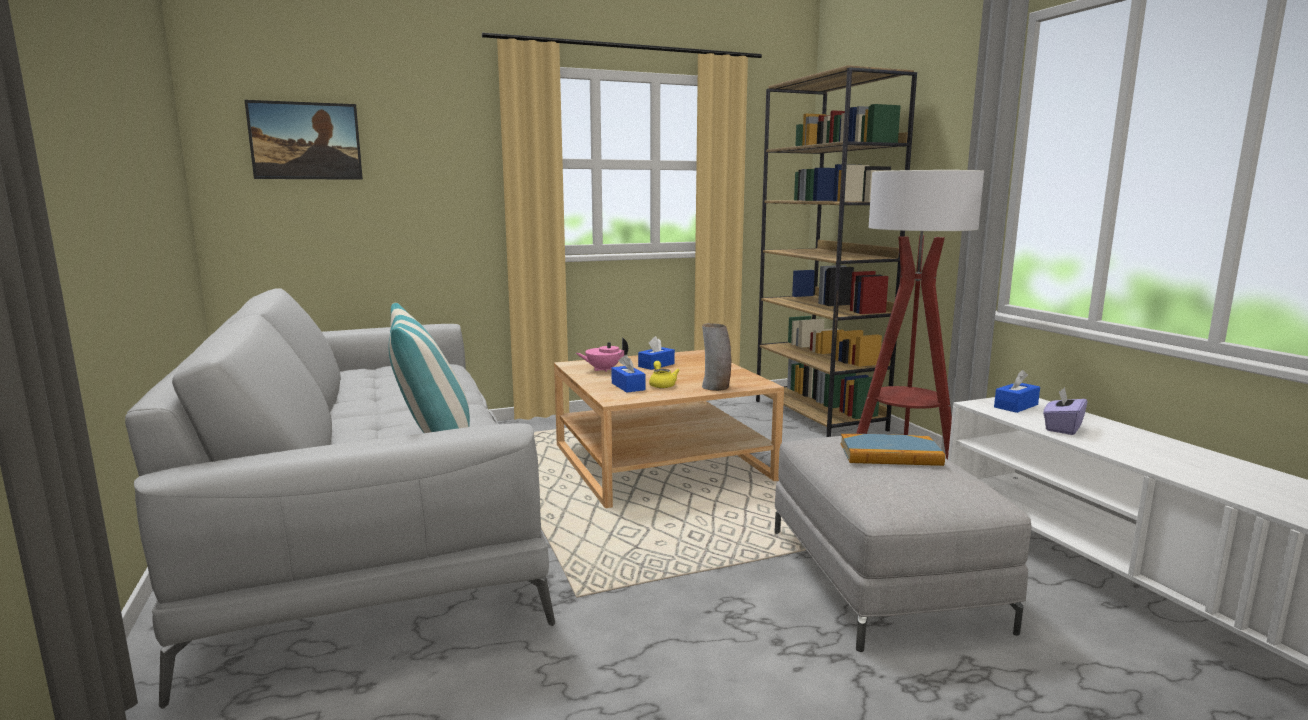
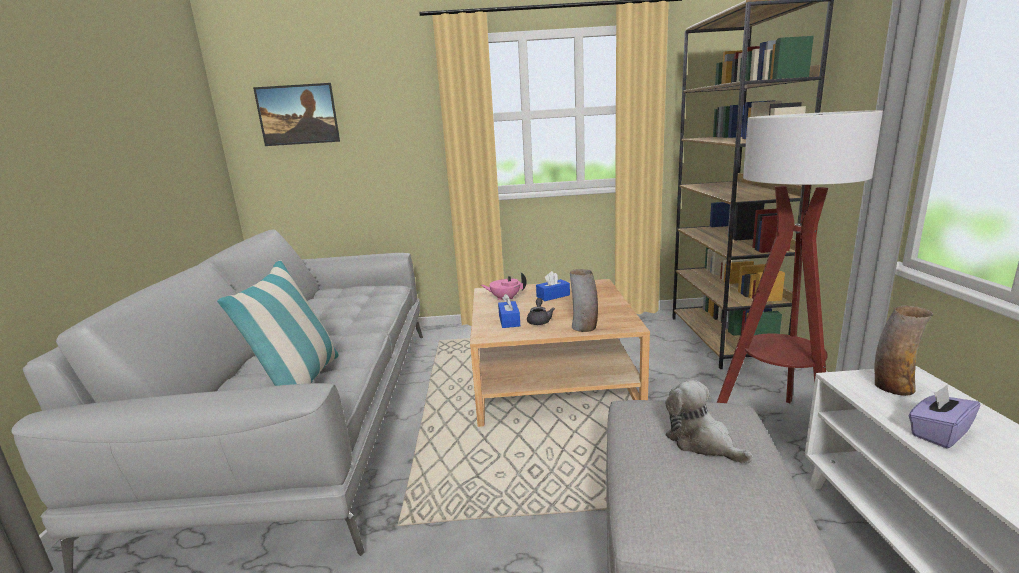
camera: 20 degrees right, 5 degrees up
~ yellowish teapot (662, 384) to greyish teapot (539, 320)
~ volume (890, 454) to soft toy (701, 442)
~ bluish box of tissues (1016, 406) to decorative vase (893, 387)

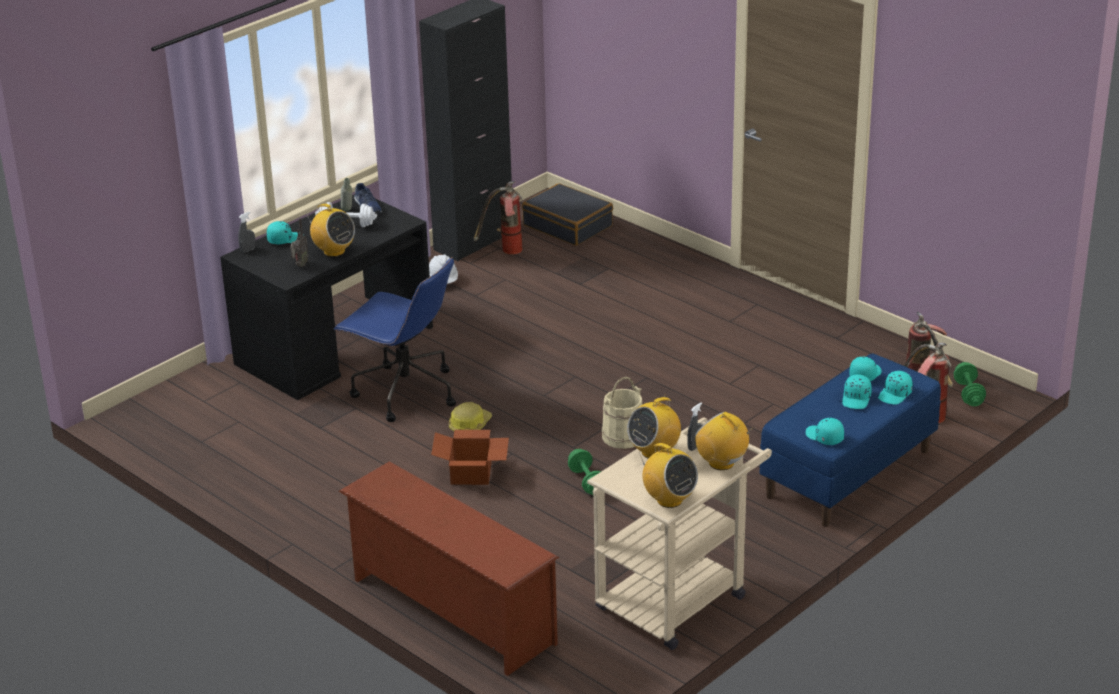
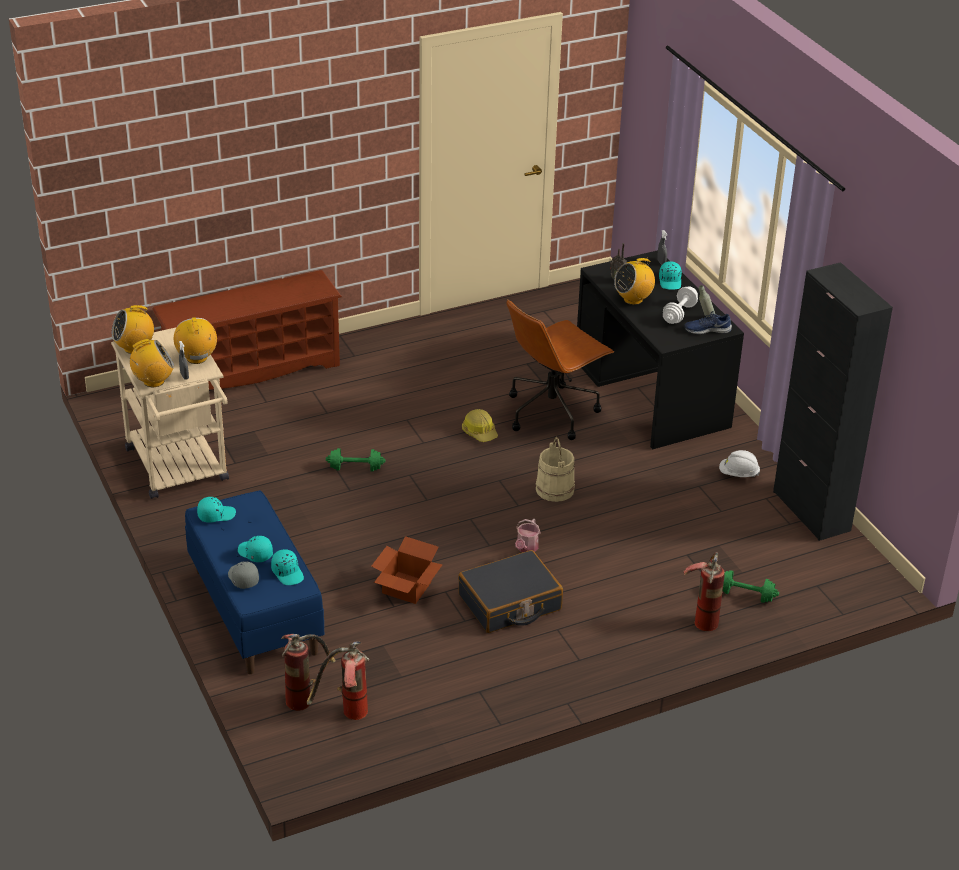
camera: 110 degrees right, 5 degrees up
~ turquoise cap (895, 394) to greyish cap (242, 578)
~ cardboard box (472, 473) to (405, 588)
~ blackish suitcase (568, 225) to (510, 603)
~ bluish computer chair (404, 392) to brown-coloured computer chair (552, 411)
+ watering pot (526, 548)
~ beige bucket (623, 436) to (555, 489)
~ fire-fighting cylinder (505, 252) to (702, 616)
~ greenish hand weight (968, 394) to (745, 595)

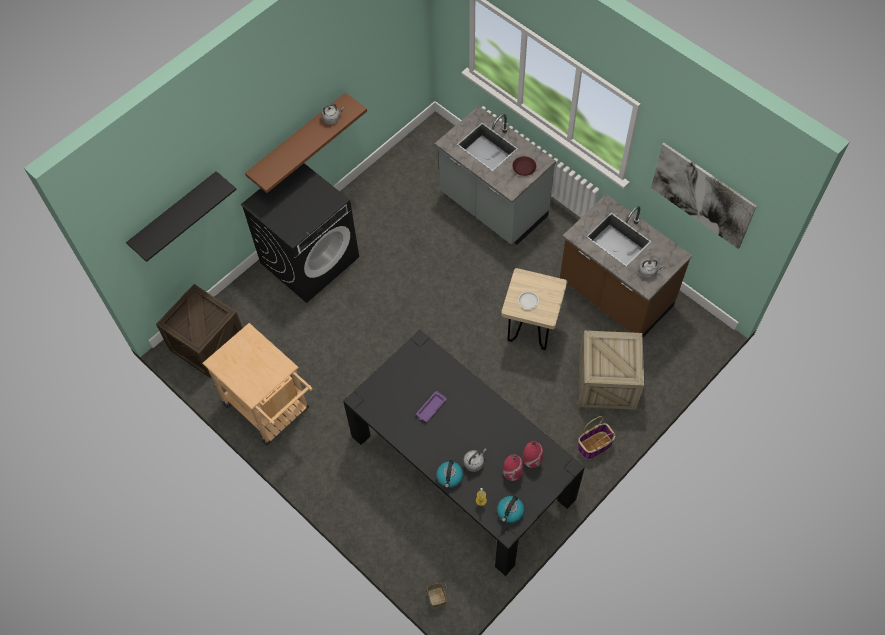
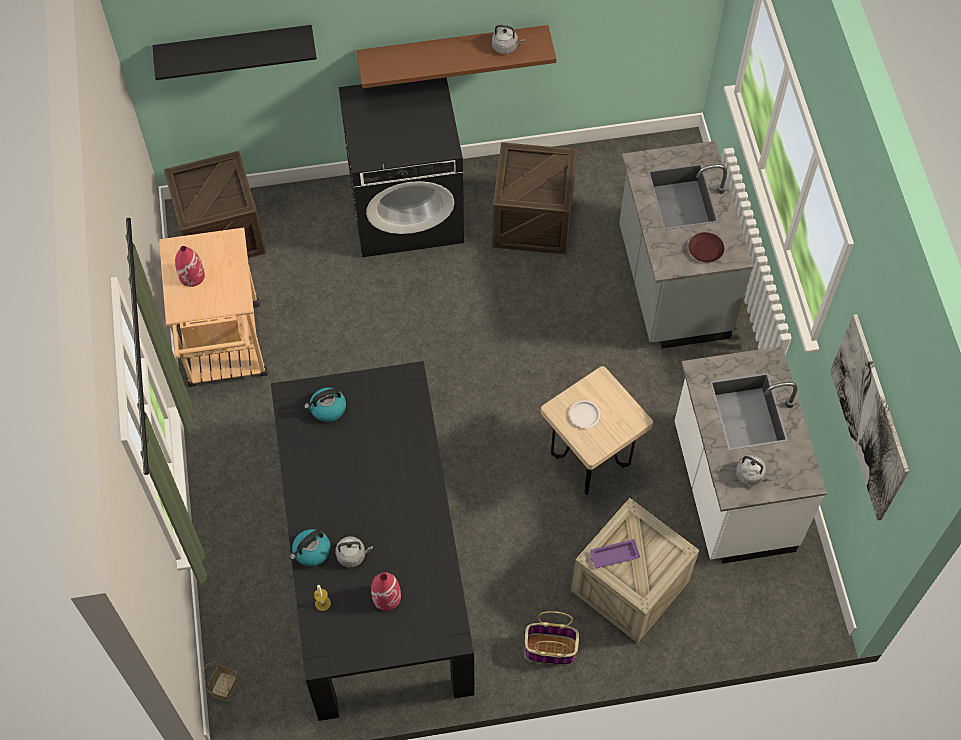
camera: 35 degrees right, 0 degrees up
~ reddish decorative vase (532, 458) to (191, 275)
~ tea kettle (510, 512) to (327, 409)
+ crate (533, 220)
~ purple-coloured carrying tray (431, 408) to (613, 555)
~ brown-coloured counter (615, 296) to whitish counter (730, 489)

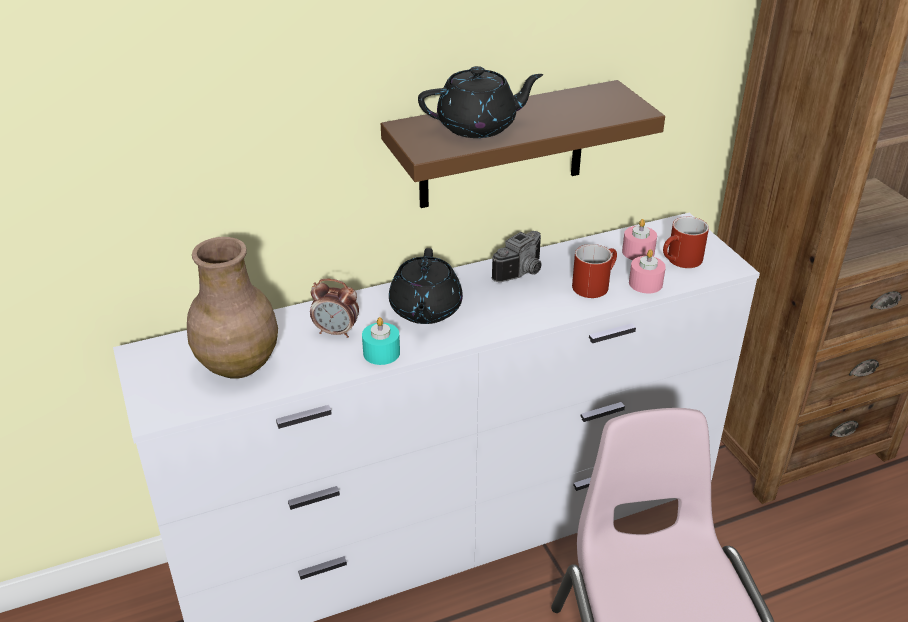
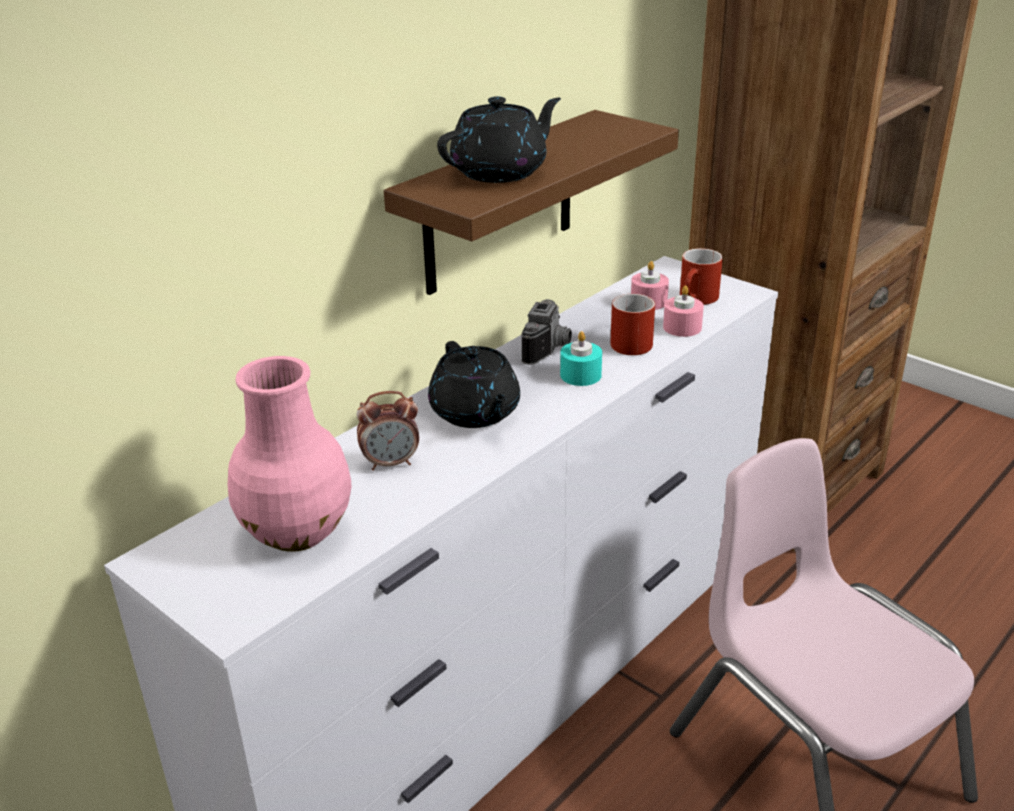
camera: 25 degrees left, 5 degrees down
~ brown-coloured decorative vase (238, 363) to pink decorative vase (295, 532)
~ turquoise wax candle (381, 353) to (580, 375)

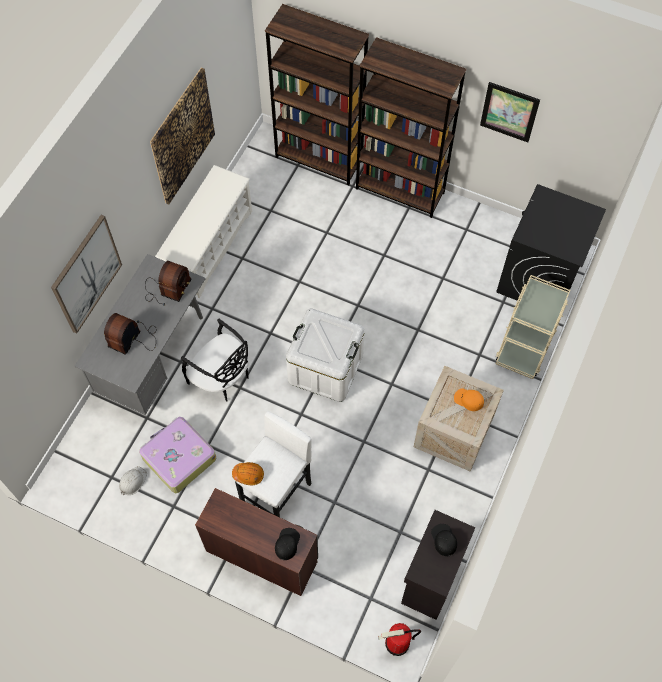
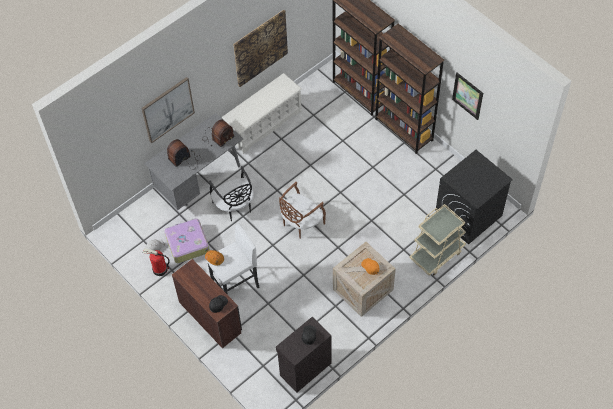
camera: 25 degrees right, 5 degrees down
~ fire-fighting cylinder (397, 643) to (159, 269)
~ whitish storage container (325, 368) to brown-coloured plain chair (301, 223)

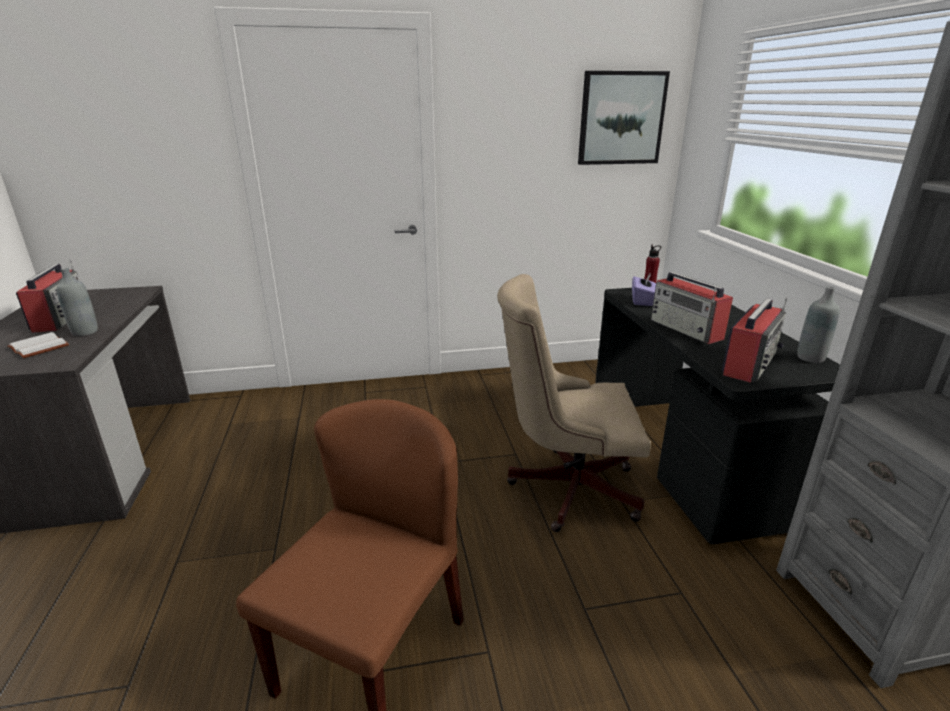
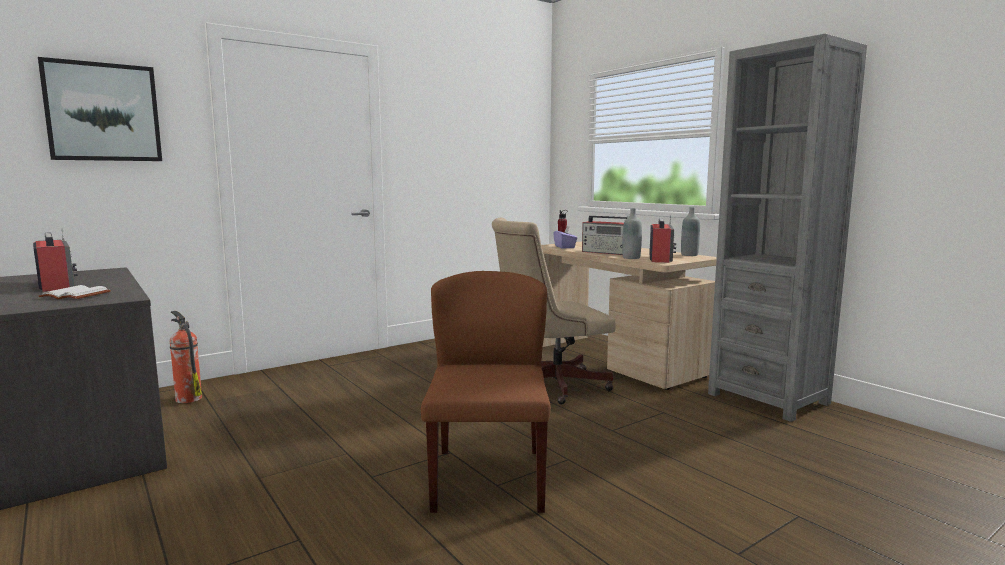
camera: 25 degrees left, 15 degrees down
~ wall picture (621, 118) to (103, 112)
+ fire-fighting cylinder (188, 398)
~ blackish desk unit (684, 460) to beige desk unit (616, 361)
~ greyish beverage bottle (85, 332) to (631, 258)

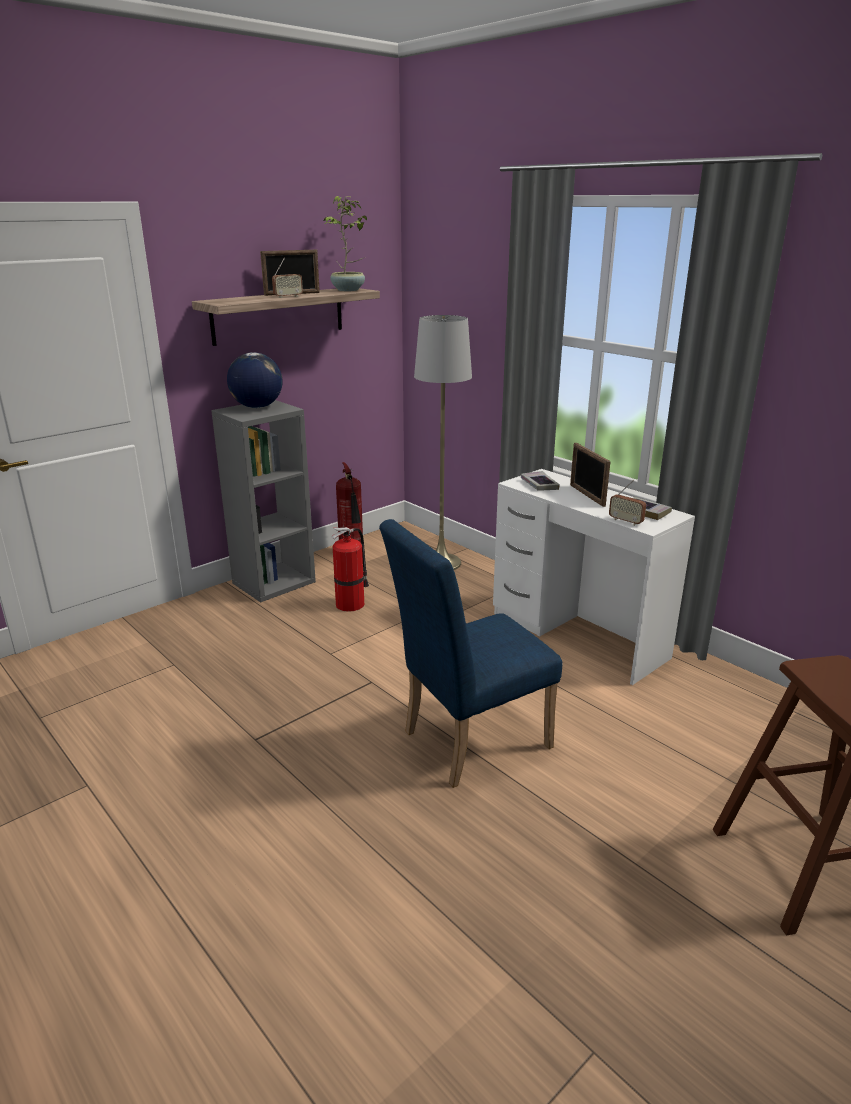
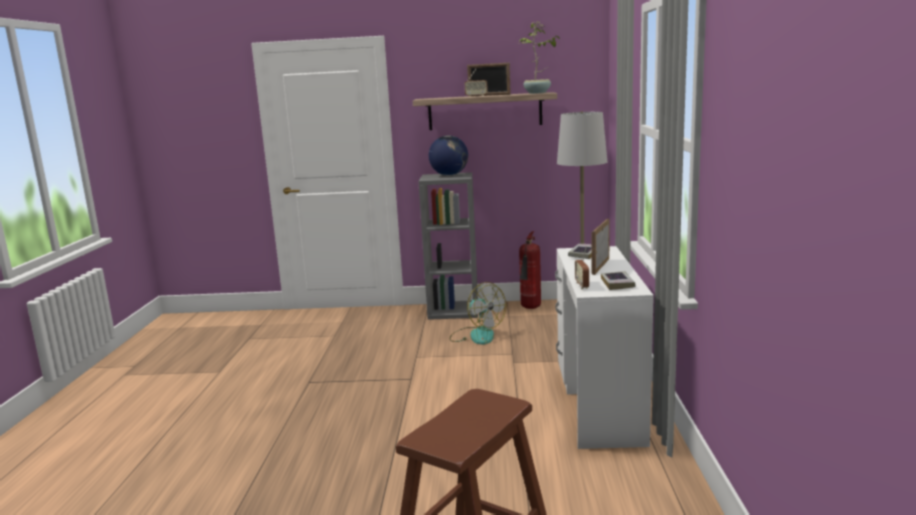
camera: 45 degrees right, 10 degrees down
~ fire-fighting cylinder (351, 603) to fan (476, 335)
- bluish plain chair (467, 742)

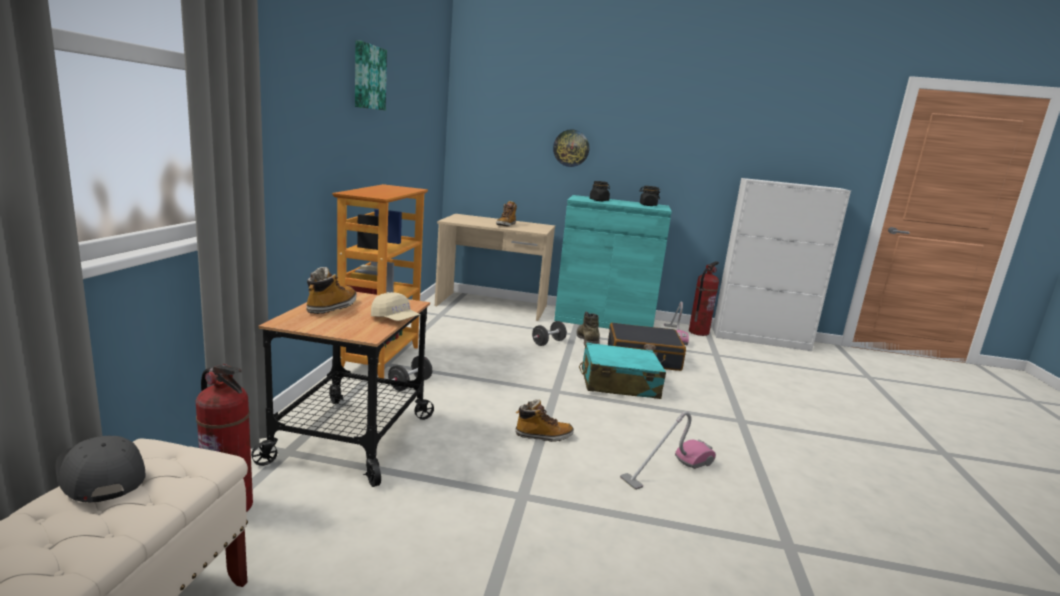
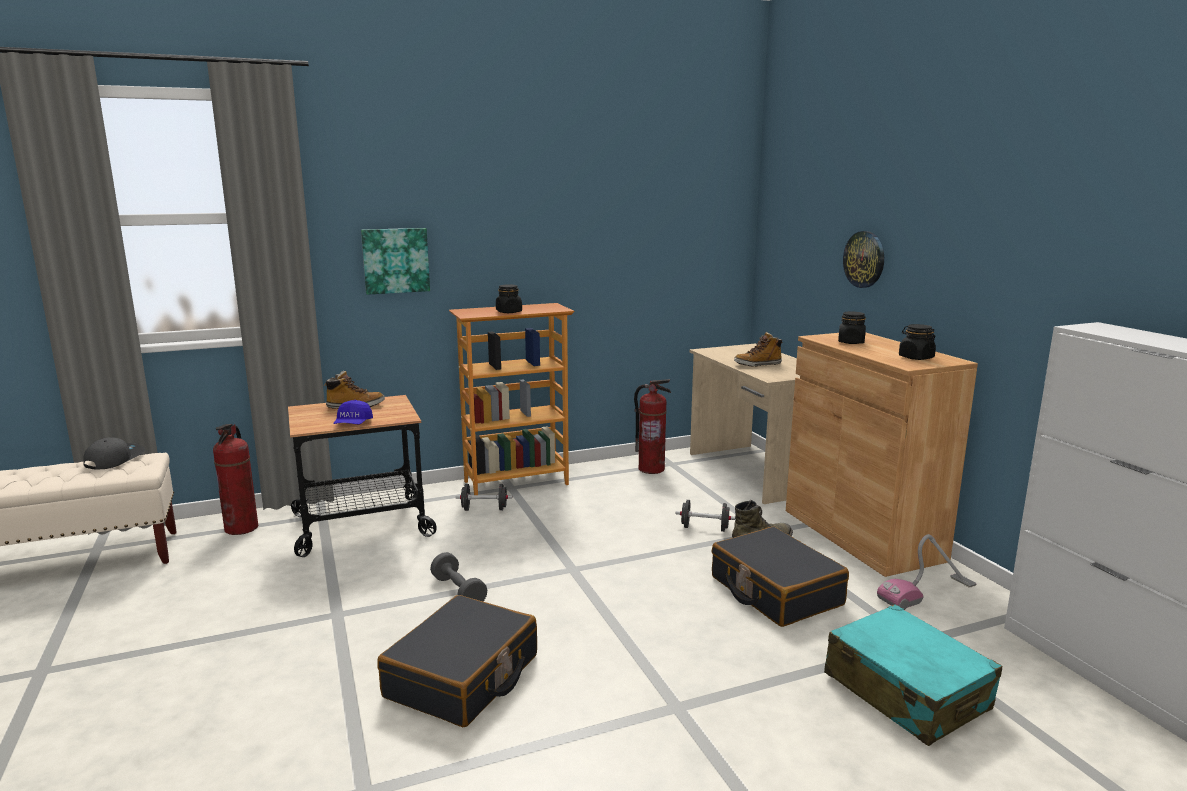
camera: 60 degrees right, 0 degrees up
~ beige cap (395, 319) to bluish cap (353, 424)
~ wall picture (368, 77) to (395, 260)
~ vacuum (668, 470) to blackish suitcase (463, 677)
~ high-top boot (543, 436) to greyish hand weight (458, 592)
+ blackish jar (509, 312)
~ fire-fighting cylinder (698, 332) to (651, 469)
~ turquoise cabinet (603, 320) to brown-coloured cabinet (862, 534)
~ turquoise suitcase (618, 384) to (906, 692)

